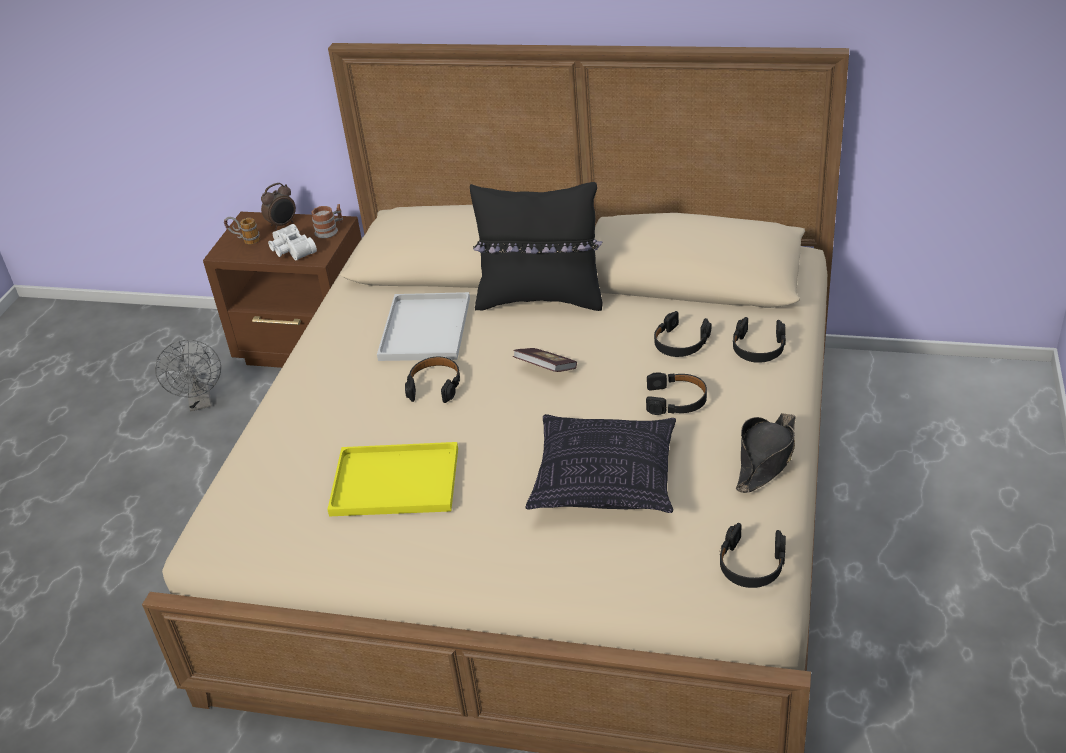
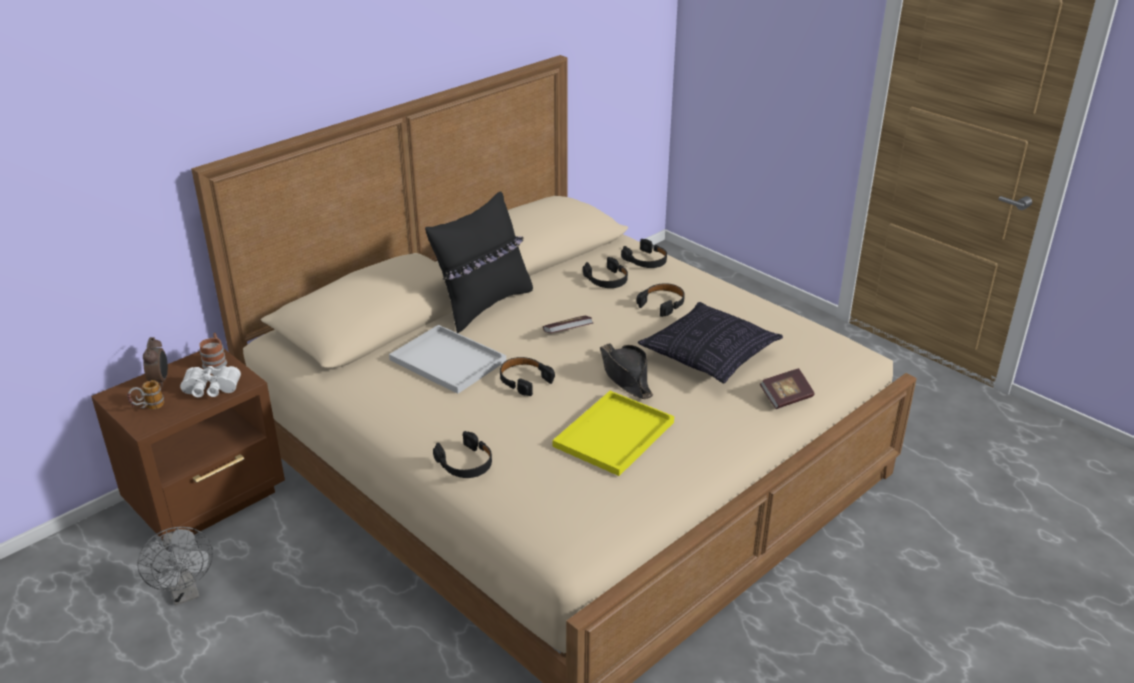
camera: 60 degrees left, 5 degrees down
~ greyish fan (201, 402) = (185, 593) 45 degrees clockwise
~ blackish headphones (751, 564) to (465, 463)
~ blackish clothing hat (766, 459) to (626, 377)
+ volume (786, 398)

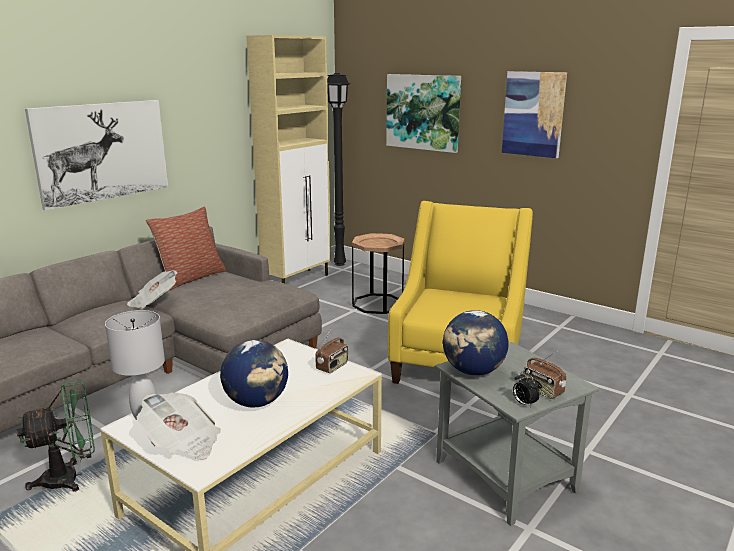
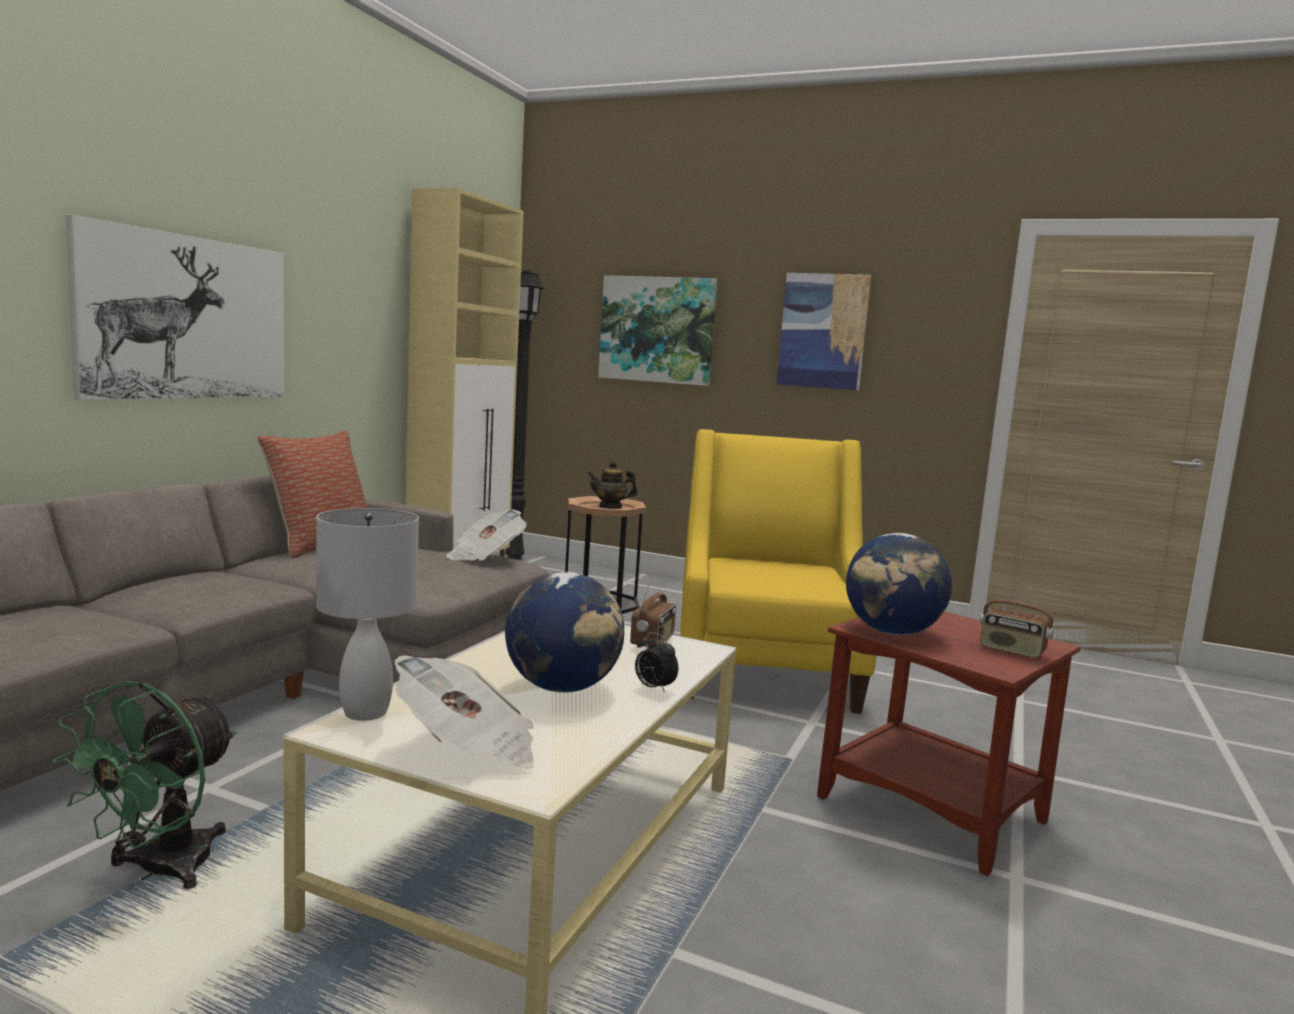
camera: 15 degrees left, 10 degrees down
~ greenish fan (70, 477) = (159, 871) 150 degrees clockwise
~ printed paper (153, 302) to (485, 556)
+ teapot (610, 507)
~ alarm clock (524, 404) to (653, 688)
~ greyish side table (506, 475) to brown-coloured side table (932, 808)

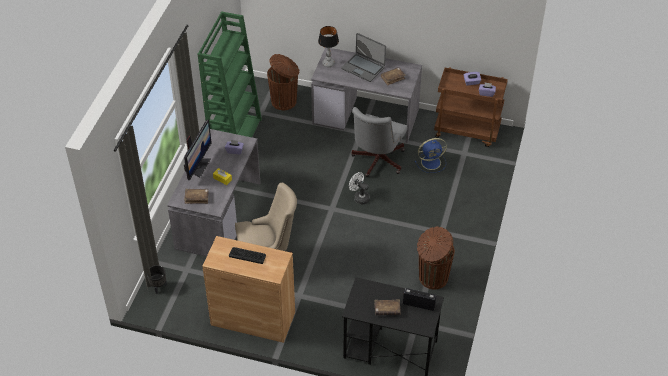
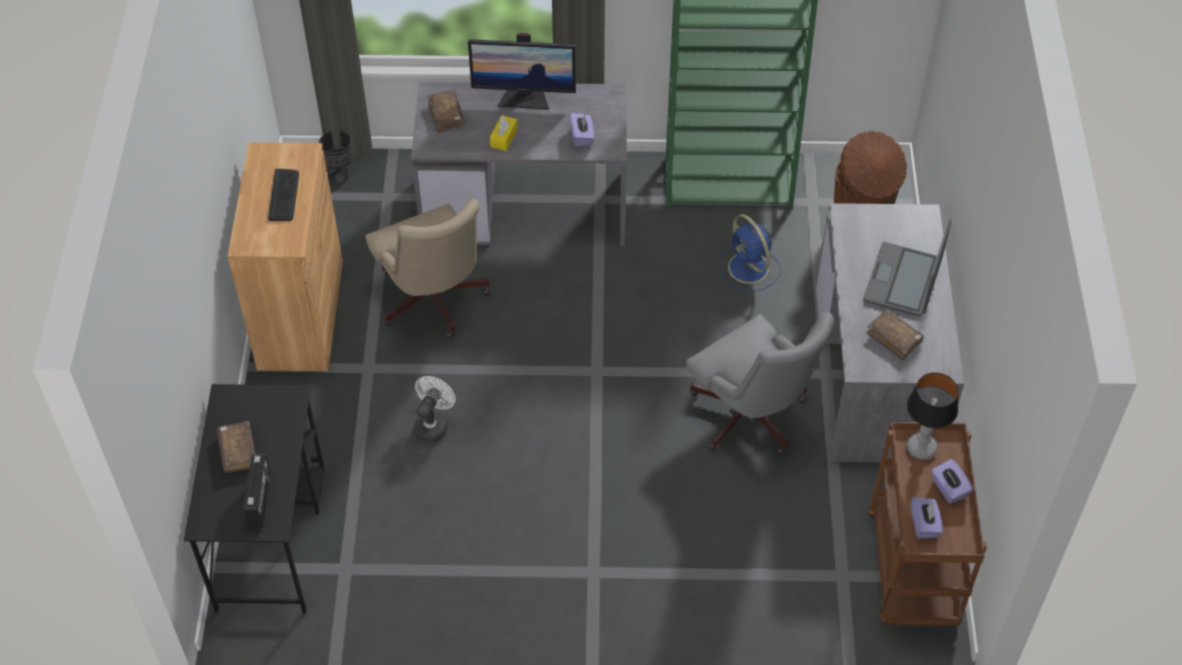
camera: 75 degrees right, 5 degrees up
~ whitish fan (359, 197) to (433, 424)
~ greyish computer chair (376, 161) = (752, 418) 135 degrees counterclockwise
~ bluish fan (432, 162) to (749, 269)
~ tabletop lamp (328, 63) to (922, 448)
- brown-coloured trash can (432, 278)

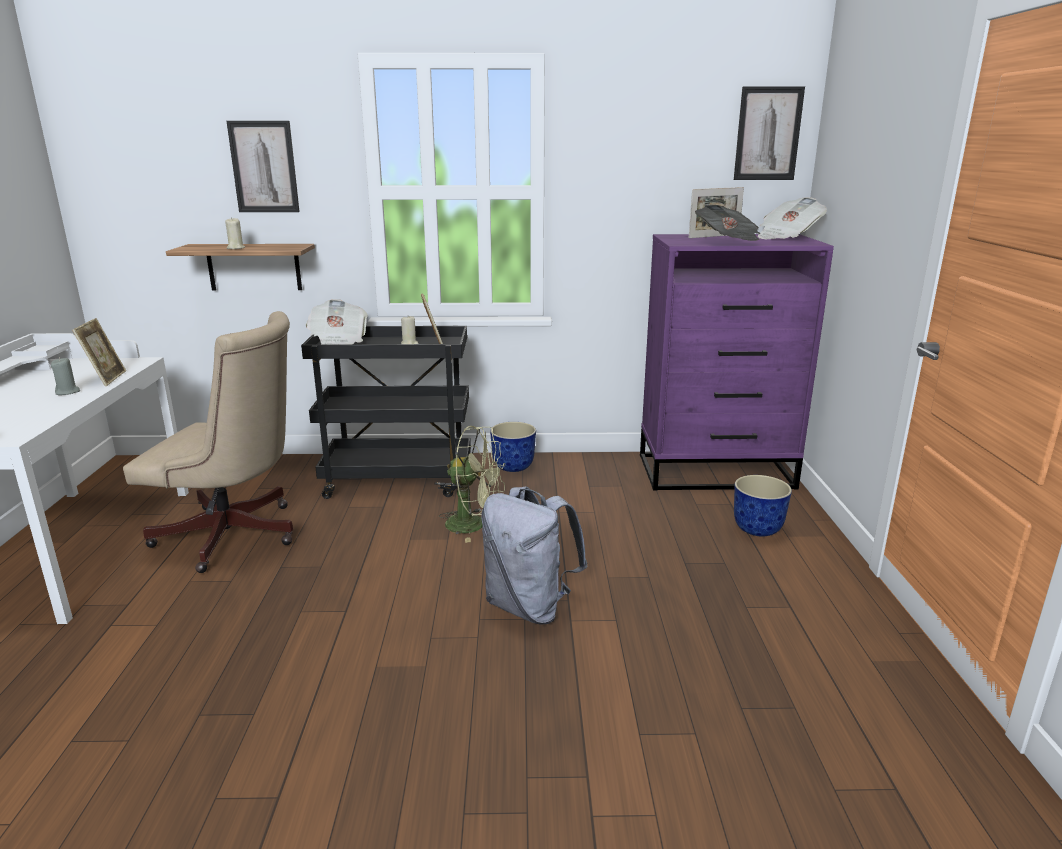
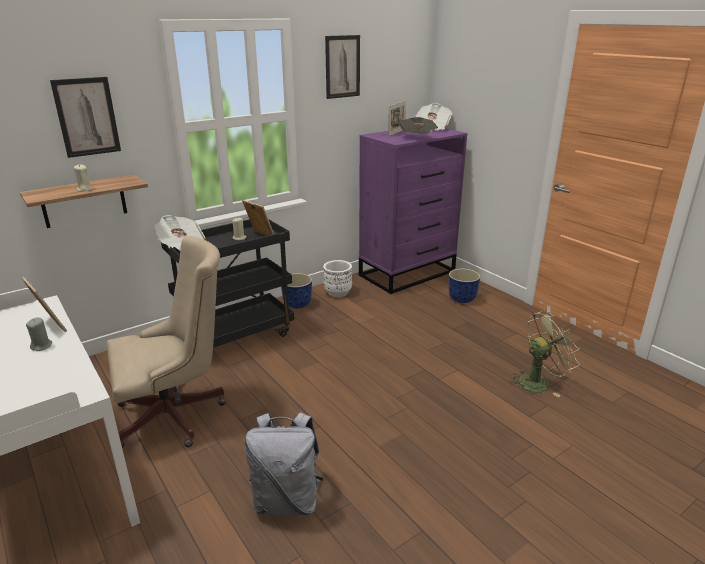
camera: 35 degrees left, 5 degrees up
~ greyish backpack (530, 607) to (287, 500)
+ whitish flower pot (338, 292)
~ wall picture (768, 134) to (342, 67)
~ greenish fan (474, 525) to (538, 382)

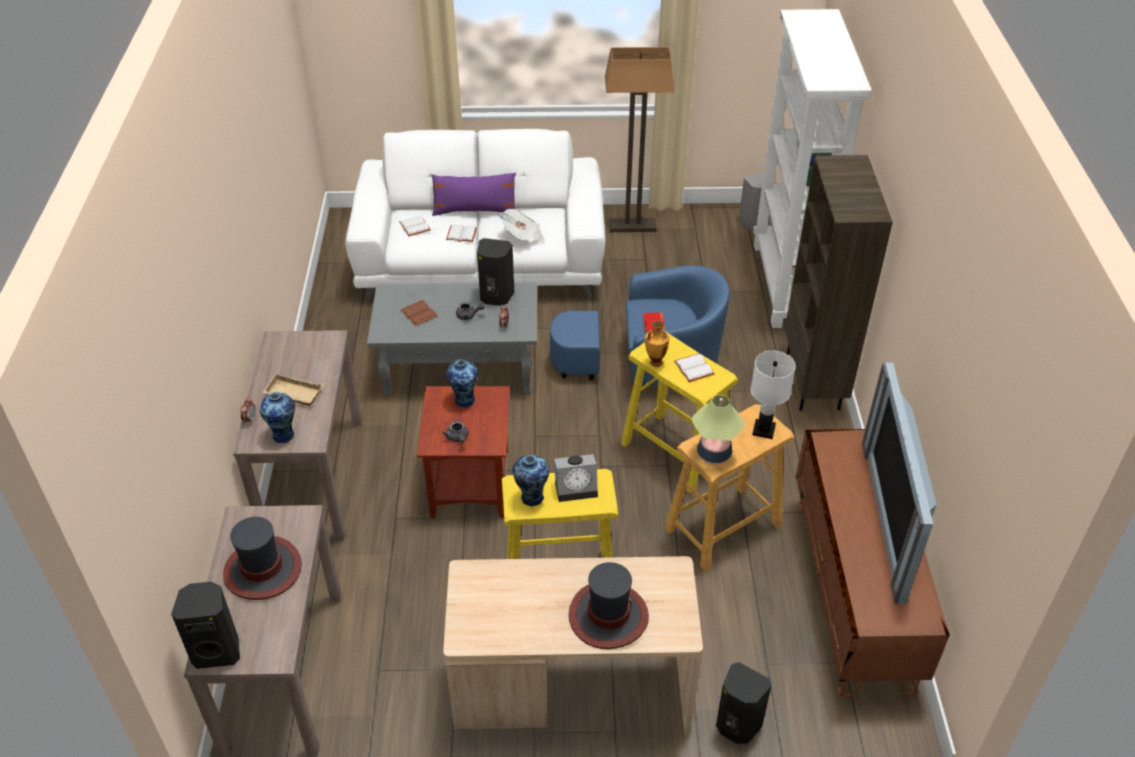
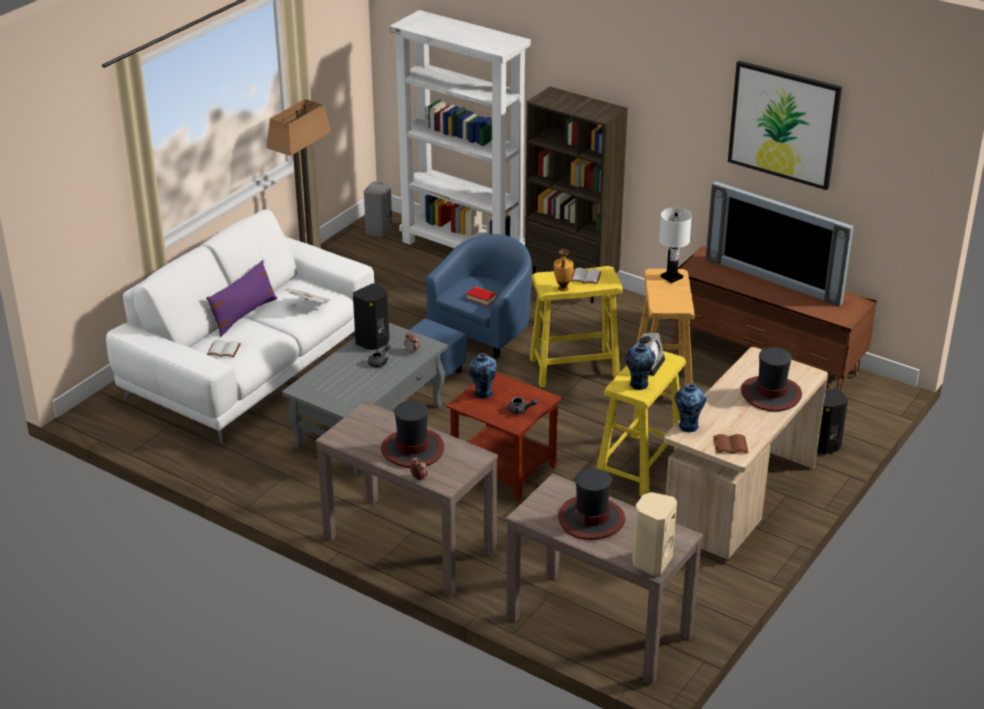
camera: 55 degrees left, 10 degrees down
~ beige carrying tray (292, 394) to clothing hat (412, 449)
~ blackish speaker (217, 650) to beige speaker (651, 561)
~ decorative vase (284, 434) to (688, 426)
~ brown-coloured volume (420, 313) to (731, 445)
+ wall picture (784, 124)
- whitish volume (462, 234)
- tabletop lamp (714, 453)

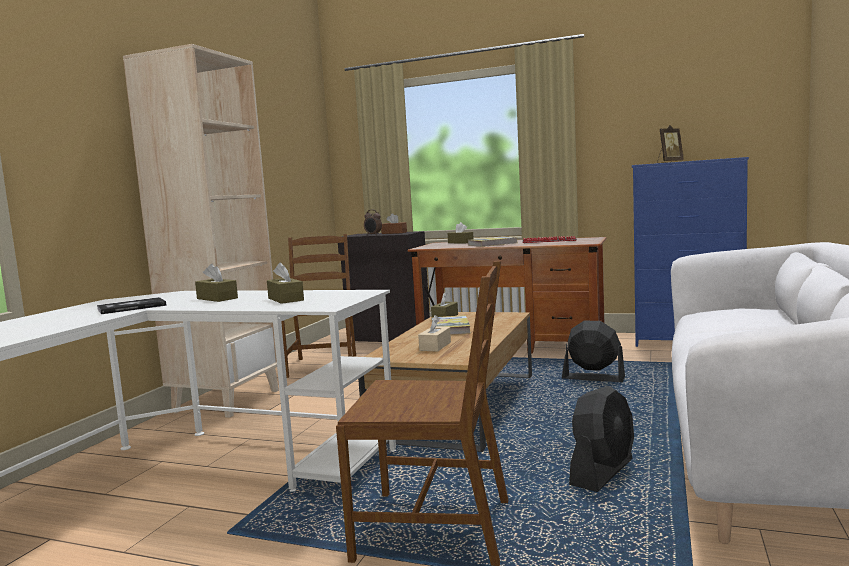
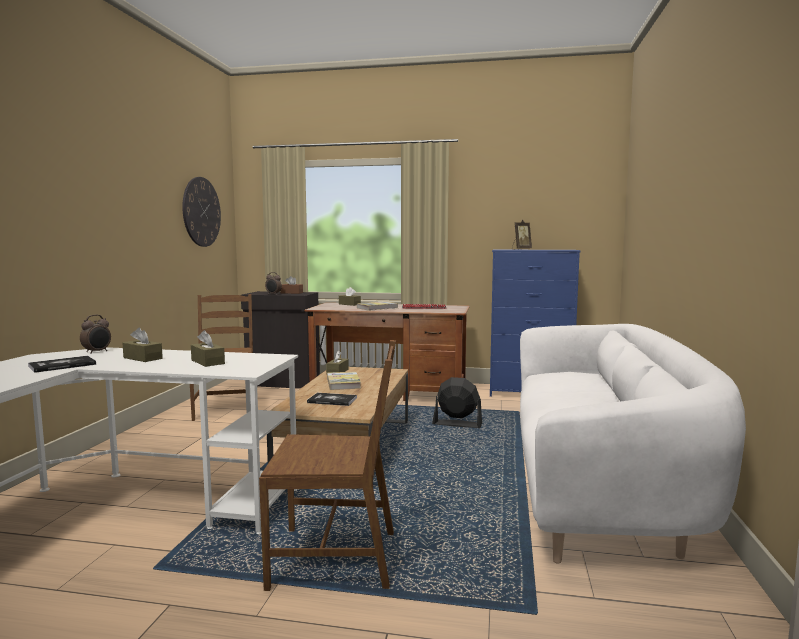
camera: 10 degrees left, 0 degrees up
+ alarm clock (97, 352)
+ hanging clock (201, 212)
~ beige box of tissues (435, 346) to volume (332, 400)
- beige shelving unit (227, 400)
- blackish fan (602, 473)

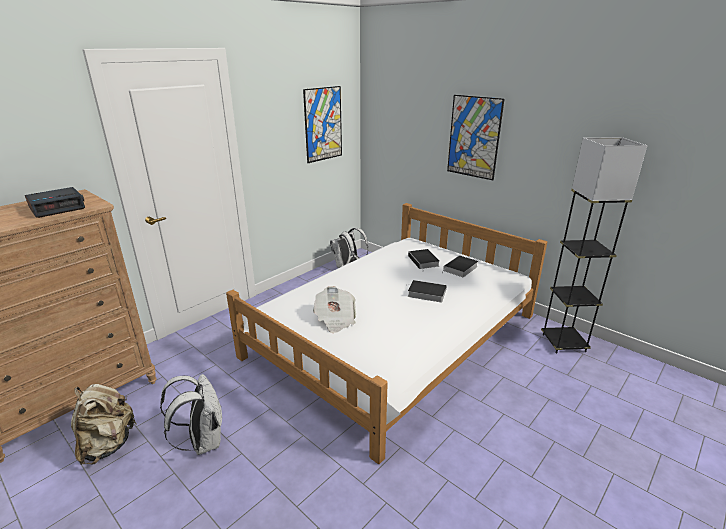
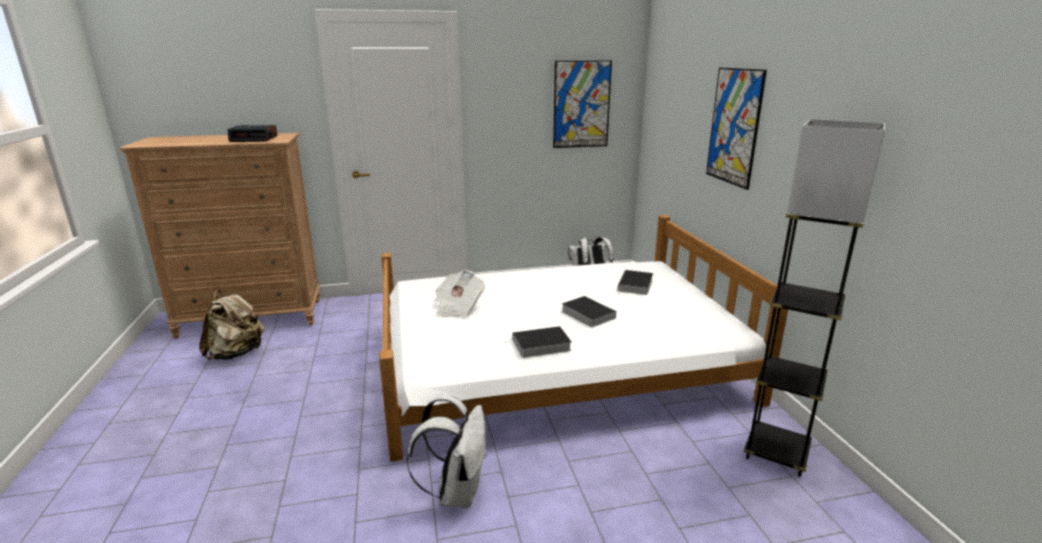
camera: 35 degrees right, 5 degrees down
~ whitish backpack (203, 441) to (457, 492)
~ volume (460, 269) to (539, 346)

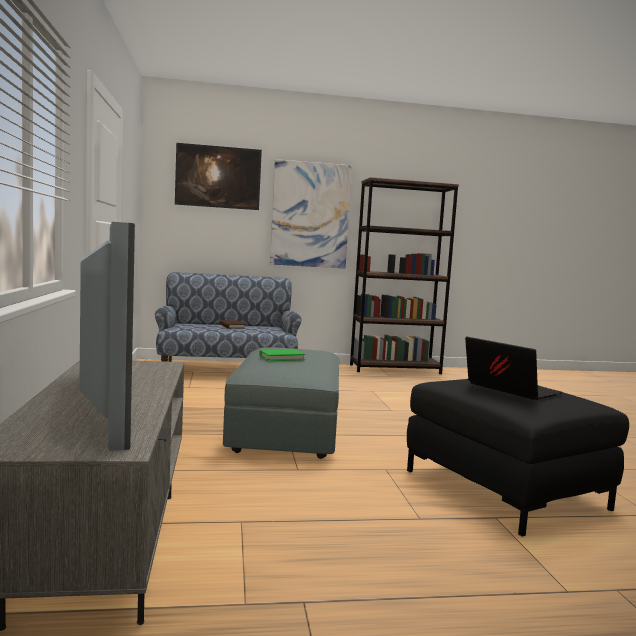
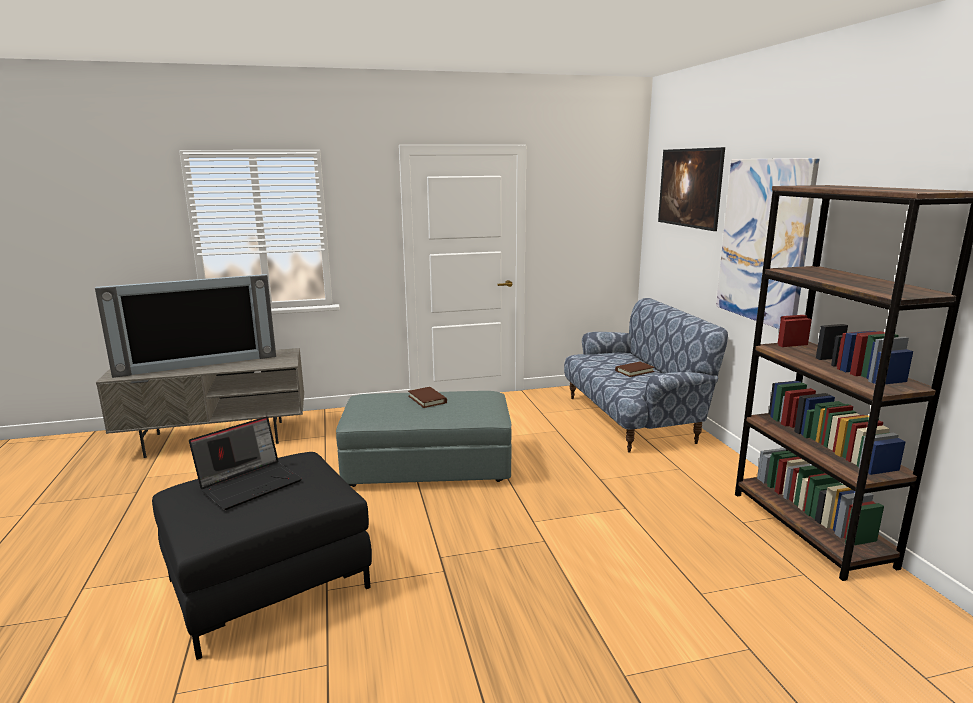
camera: 85 degrees right, 10 degrees up
~ greenish volume (282, 358) to brown-coloured volume (427, 399)

